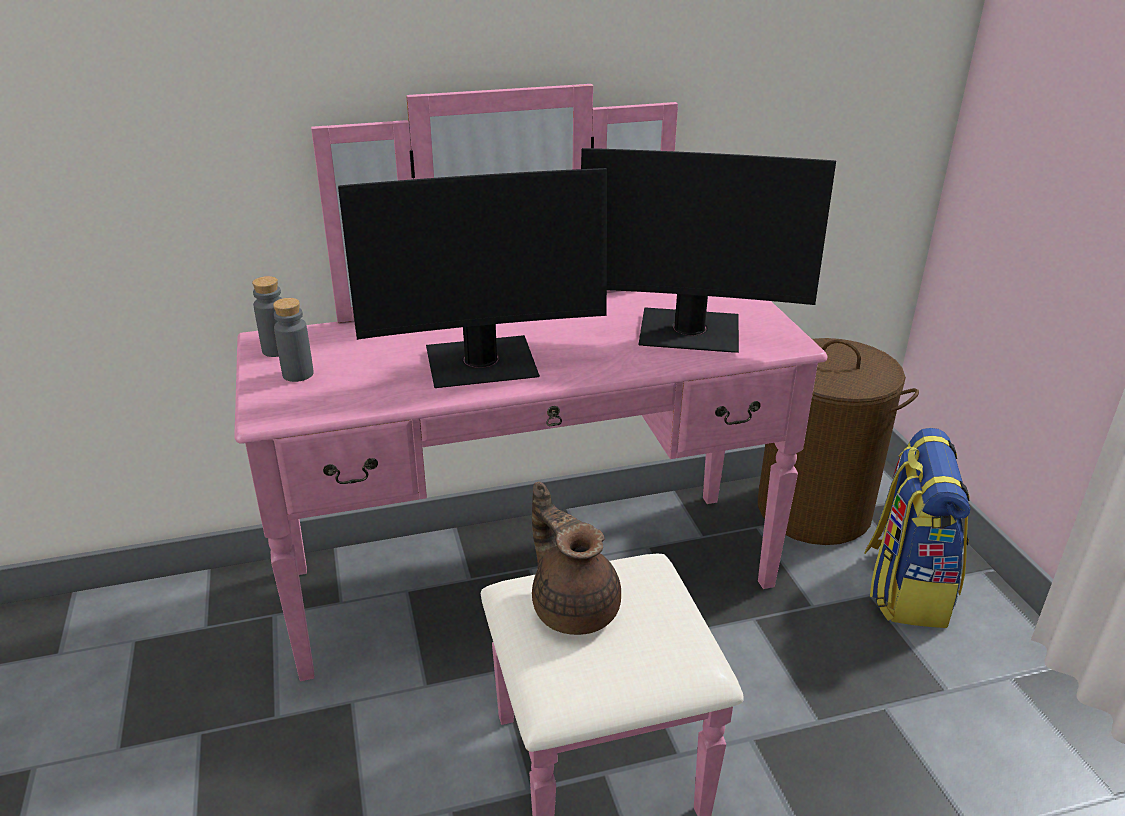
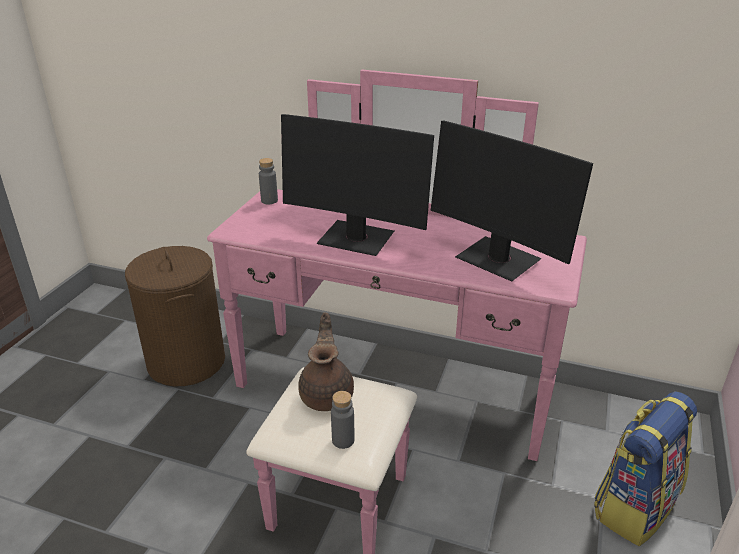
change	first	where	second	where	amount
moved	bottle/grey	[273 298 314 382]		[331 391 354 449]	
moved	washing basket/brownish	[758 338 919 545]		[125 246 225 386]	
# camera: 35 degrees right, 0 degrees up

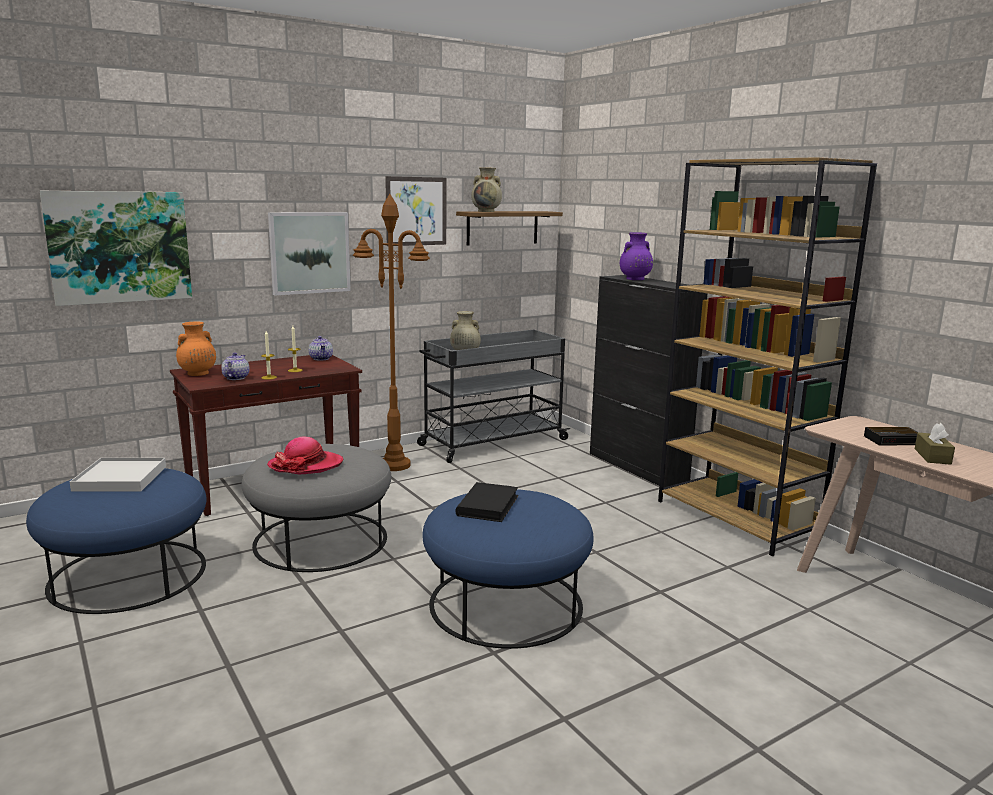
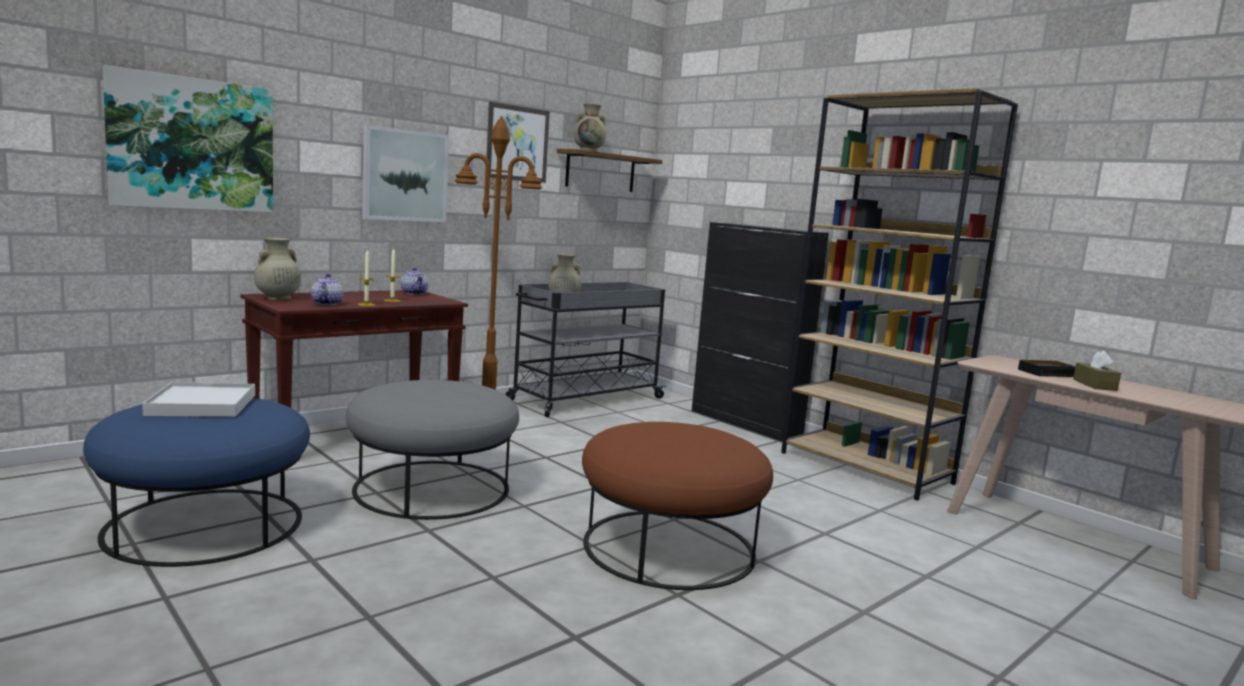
change	first	where	second	where	amount
removed	wearable hat	[267 437 343 474]			
removed	volume/black-coloured	[455 482 519 522]			
removed	decorative vase/purple-coloured	[620 232 653 280]			
recoloured	decorative vase/orangey	[176 322 216 376]	decorative vase/beige-coloured	[254 237 301 300]	
recoloured	footrest/blue-coloured	[422 489 594 649]	footrest/brownish	[582 422 773 590]	
# camera: 10 degrees left, 5 degrees down

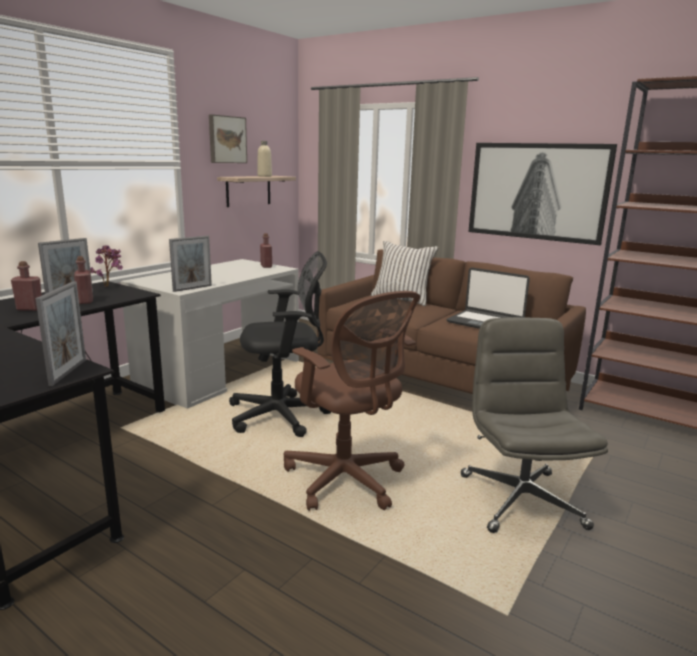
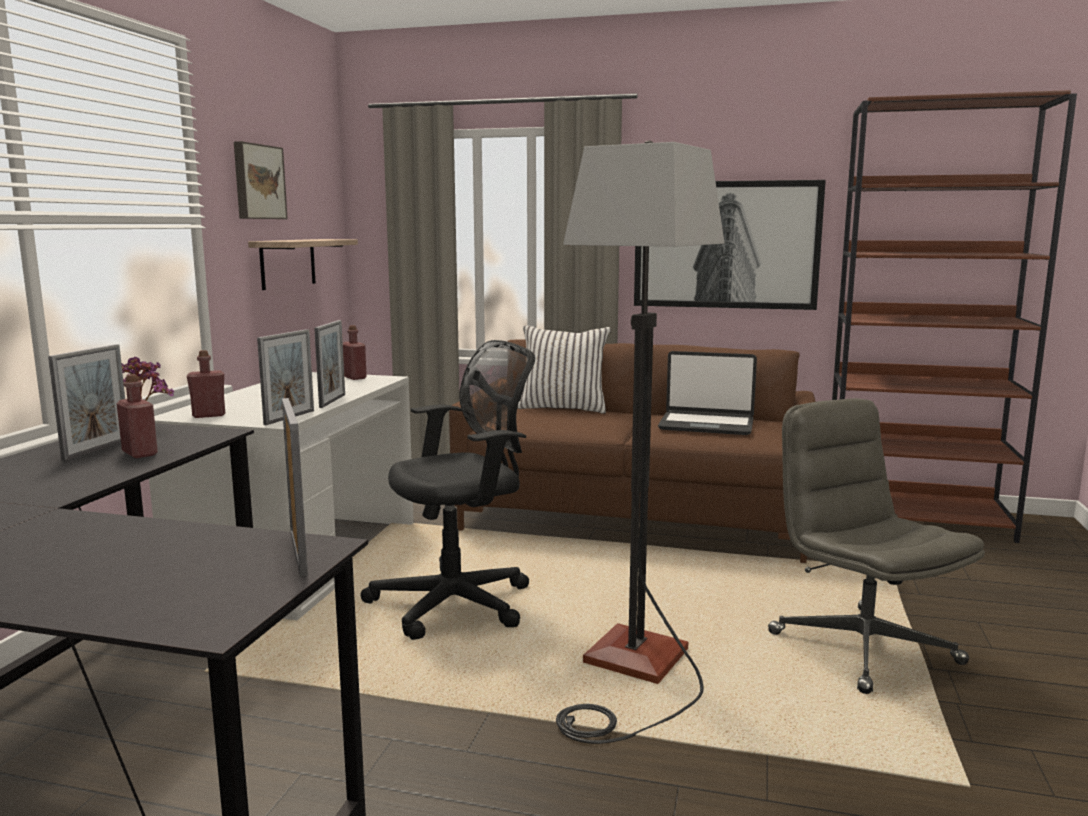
change	first	where	second	where	amount
removed	bottle/beige-coloured	[257 141 272 177]			
added			photo frame	[314 320 345 408]	
moved	bottle/red-coloured	[11 261 42 311]		[187 350 225 418]	
replaced	office chair/brownish	[283 291 420 511]	floor lamp	[556 140 724 744]	
# camera: 20 degrees left, 5 degrees down

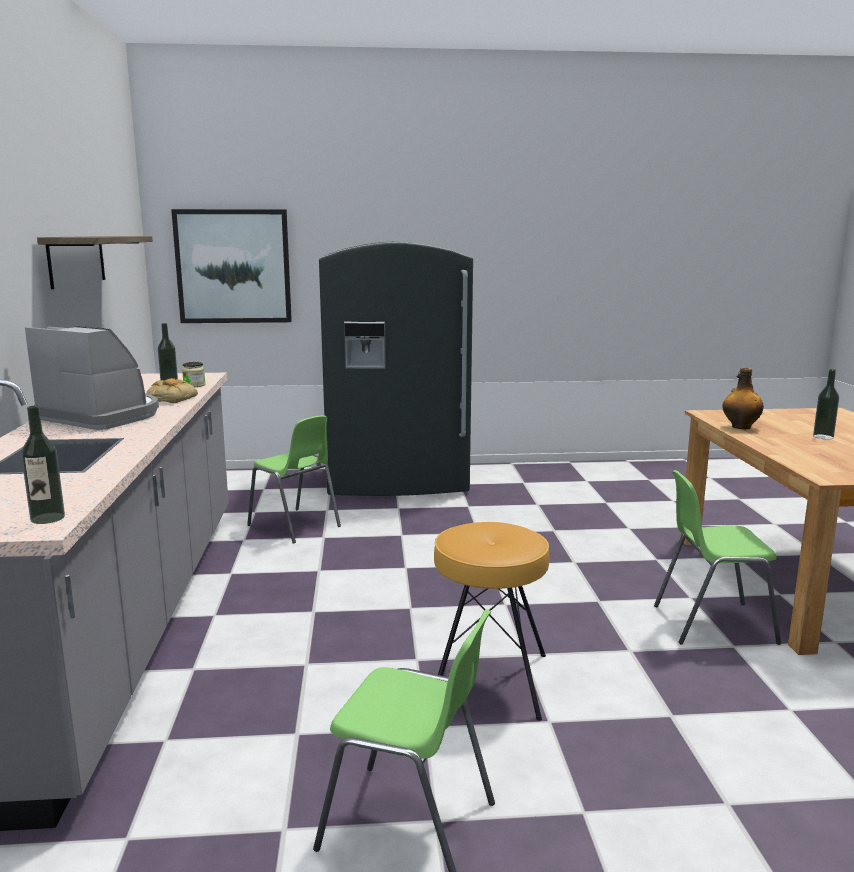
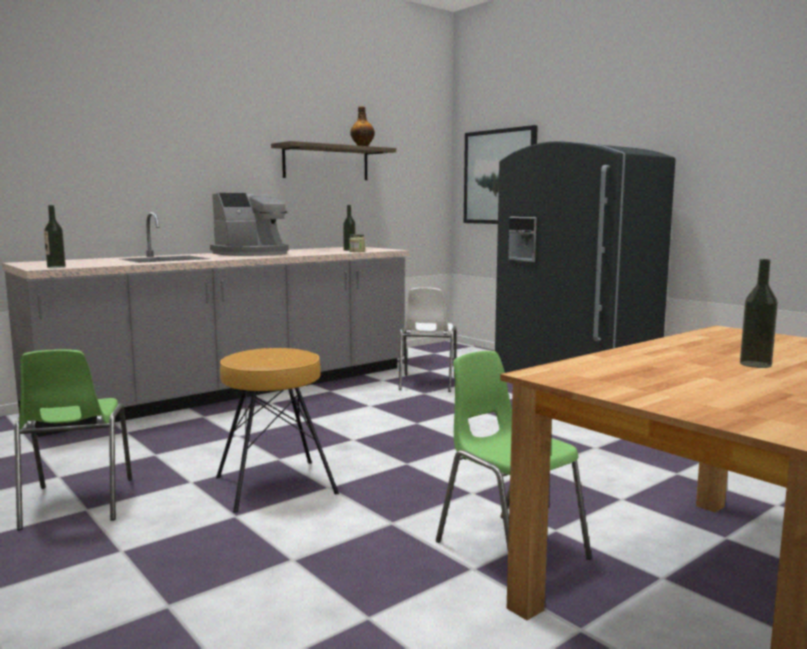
change	first	where	second	where	amount
removed	bakery bread	[146 378 198 403]			
moved	bottle	[723 367 764 429]		[350 106 375 146]	
recoloured	upright chair/green	[247 415 341 544]	upright chair/white	[399 288 456 392]	
turned	coffee brewer	[25 326 159 430]		[210 193 289 256]	60 degrees clockwise
# camera: 55 degrees right, 5 degrees down

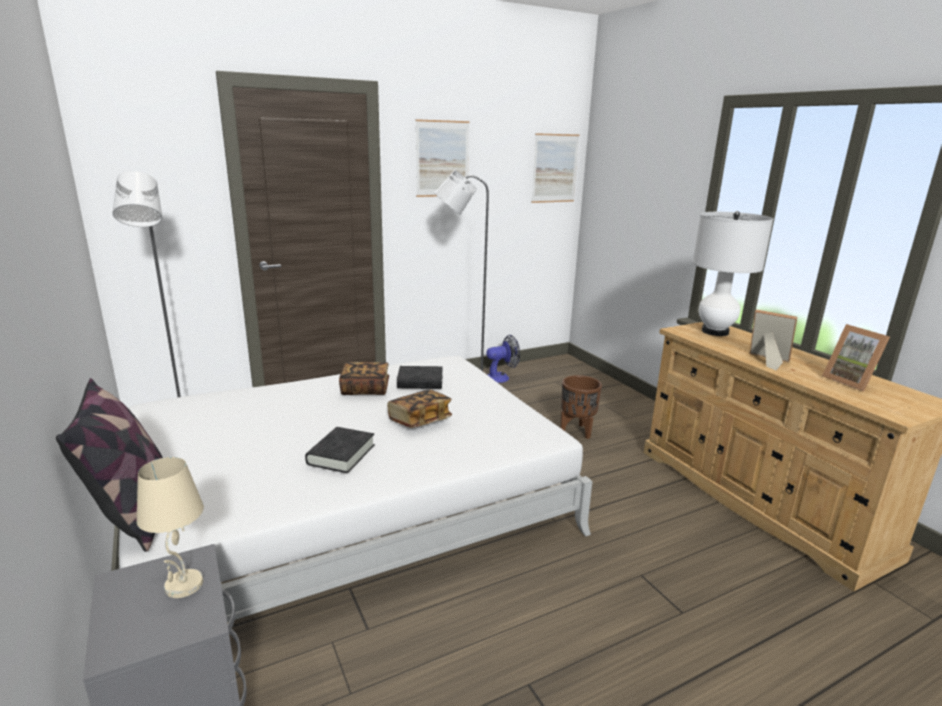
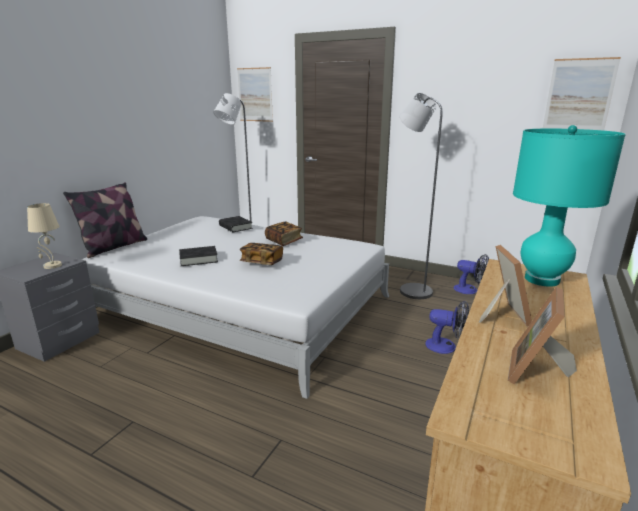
change	first	where	second	where	amount
moved	volume/black-coloured	[397 366 443 389]		[219 216 253 232]	
moved	wall art	[416 119 470 197]		[237 67 273 122]	
replaced	plant pot/brownish	[561 375 602 439]	electric fan	[425 300 469 354]	
recoloured	lamp for a table/white	[693 211 773 336]	lamp for a table/turquoise	[513 125 626 287]	
# camera: 55 degrees right, 0 degrees up

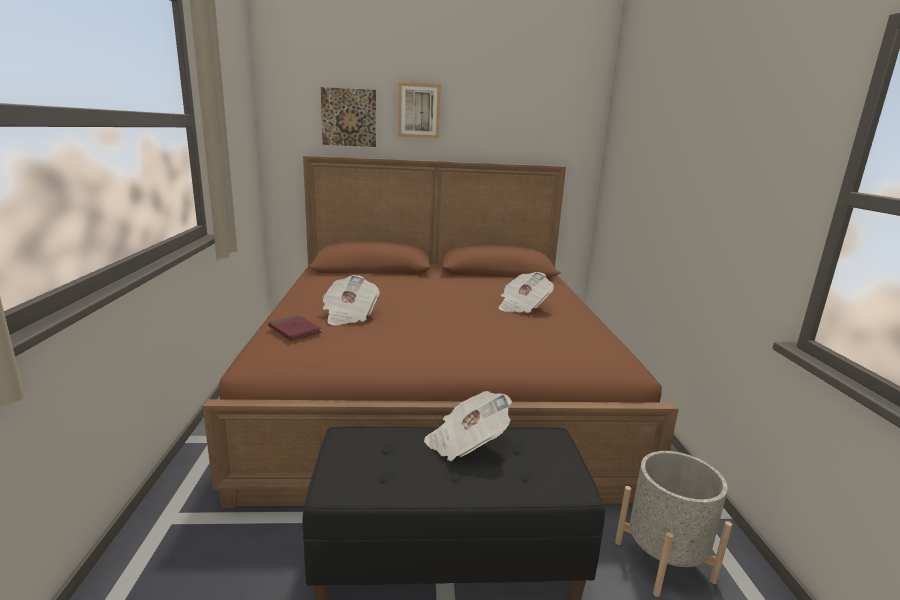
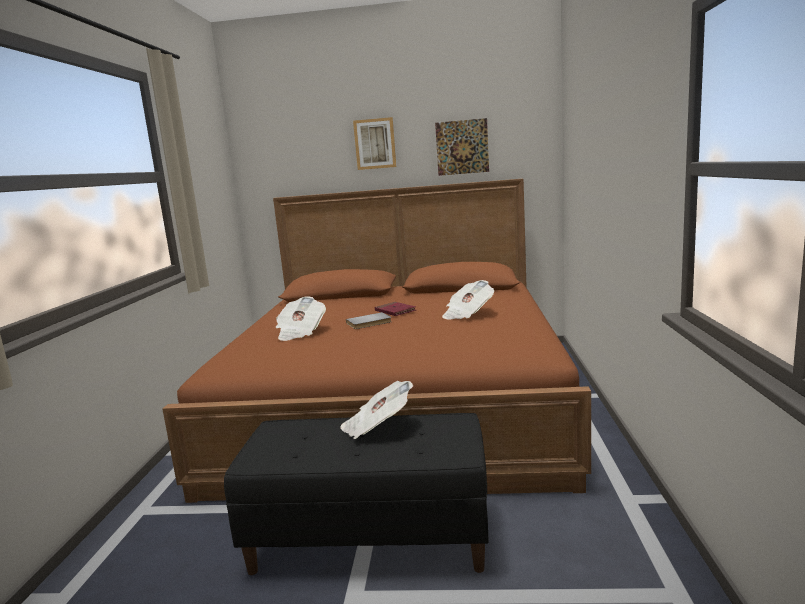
change	first	where	second	where	amount
removed	plant pot/grey	[615 451 732 597]			
added			volume/grey	[346 312 392 329]	
moved	volume/red-coloured	[268 315 322 341]		[375 302 416 316]	
moved	wall art	[321 87 376 147]		[435 118 489 176]	
# camera: 10 degrees right, 5 degrees down

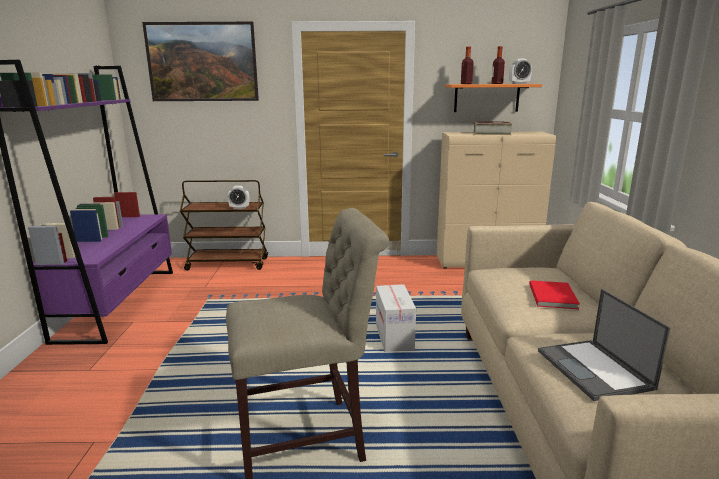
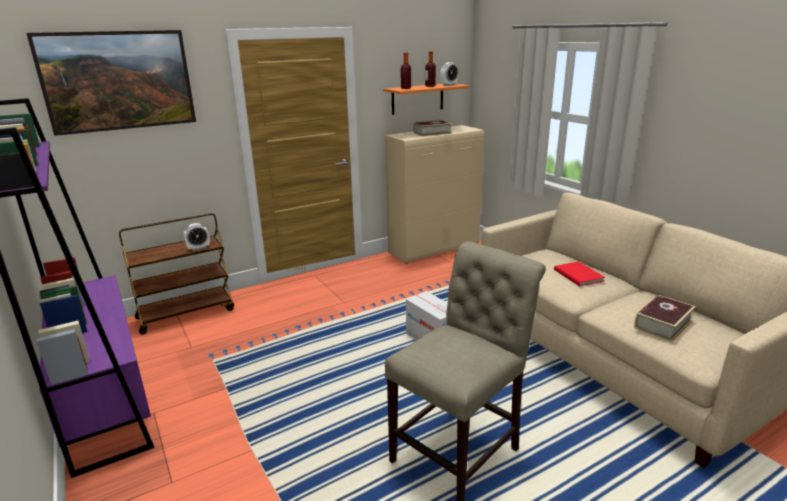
change	first	where	second	where	amount
replaced	notebook computer	[538 289 671 401]	volume	[634 295 696 342]	
# camera: 30 degrees left, 5 degrees up

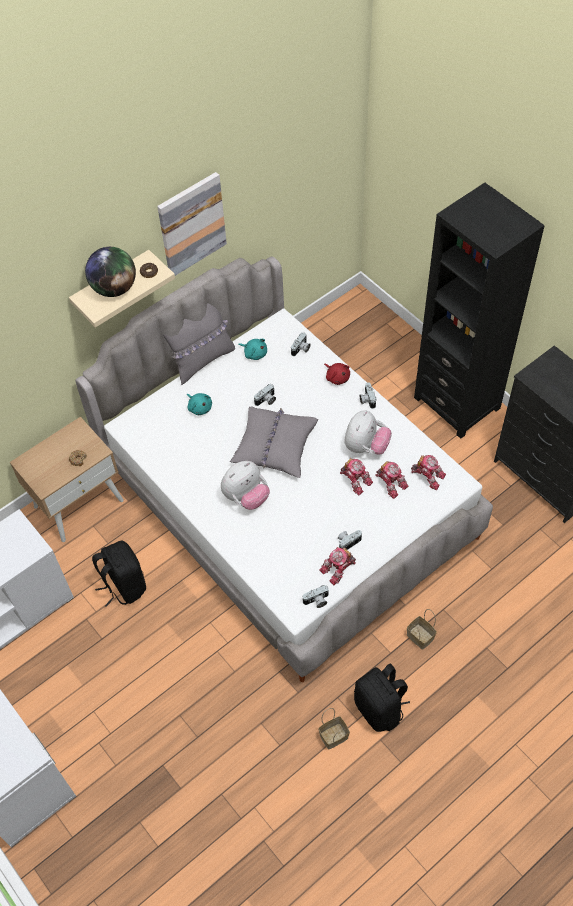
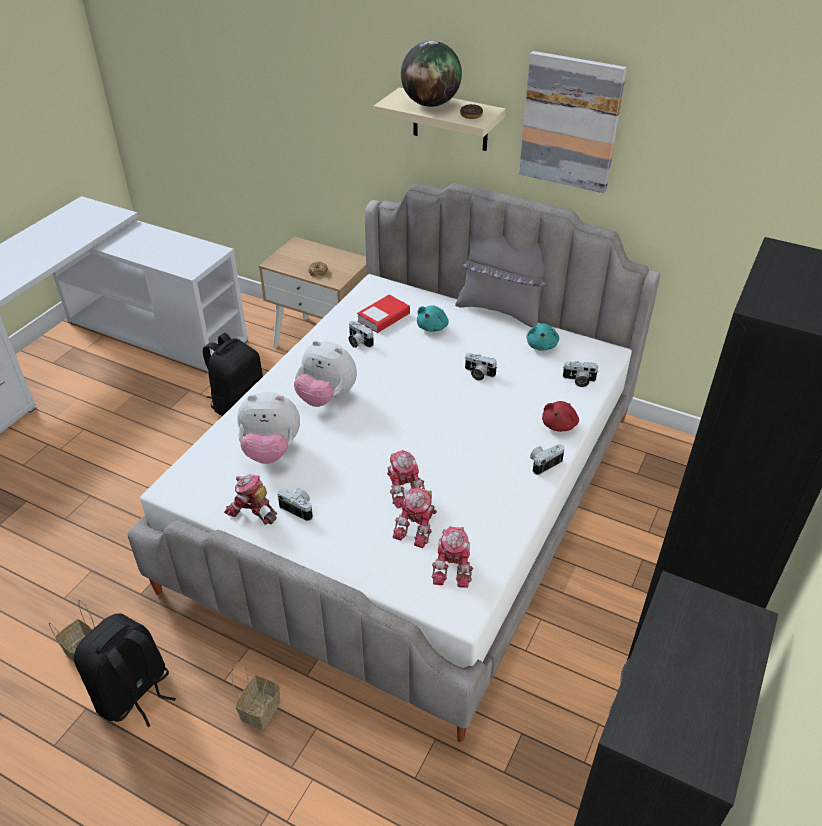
change	first	where	second	where	amount
removed	pillow/grey	[230 406 318 478]			
added			volume	[357 295 410 333]	
moved	still camera	[302 585 328 608]		[348 321 374 348]	
moved	plush toy	[345 410 392 455]		[237 392 300 464]	
turned	toy robot	[340 458 373 496]		[387 450 425 508]	45 degrees counterclockwise
# camera: 65 degrees right, 15 degrees down

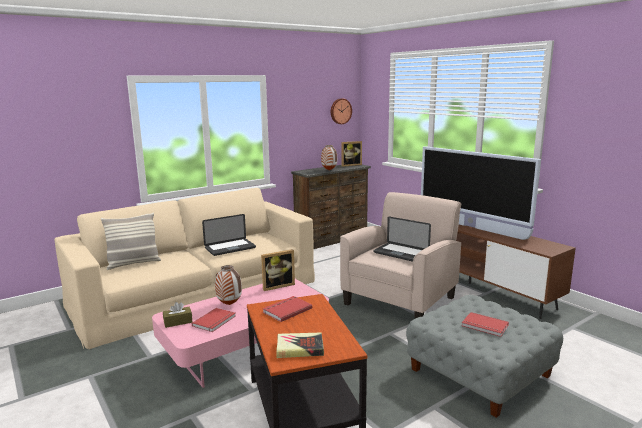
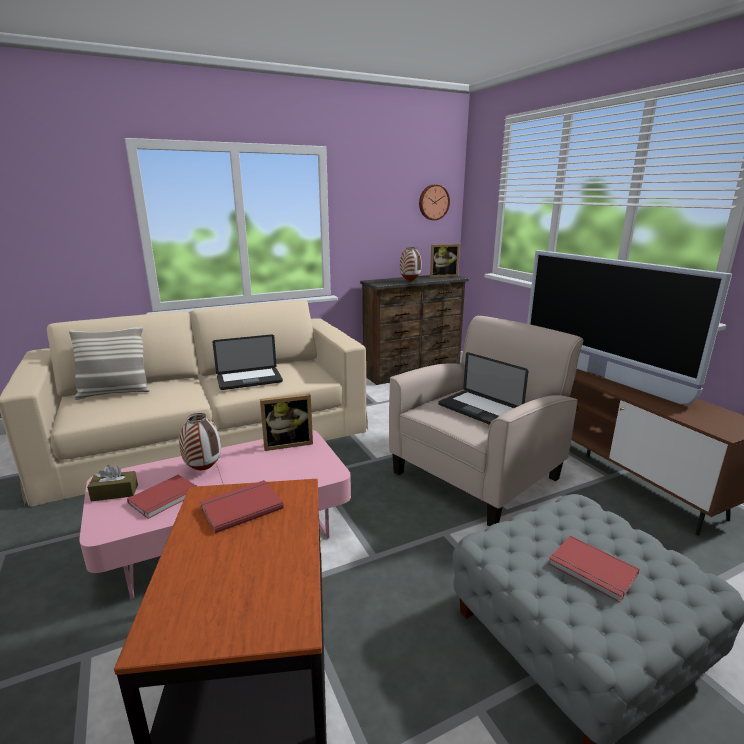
change	first	where	second	where	amount
removed	volume	[276 333 324 358]			
# camera: 10 degrees right, 5 degrees up

